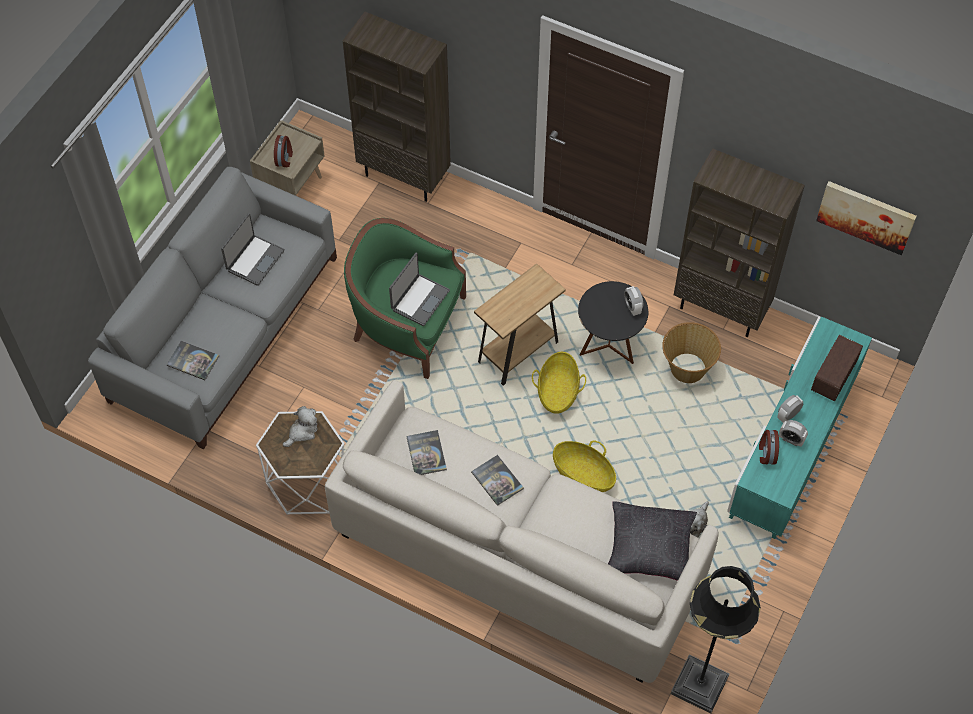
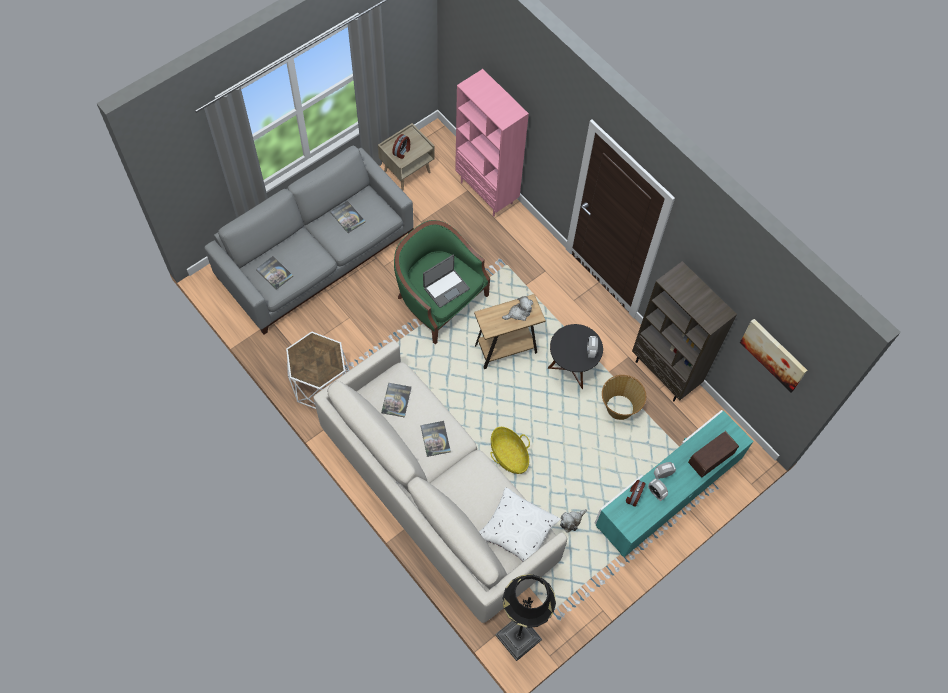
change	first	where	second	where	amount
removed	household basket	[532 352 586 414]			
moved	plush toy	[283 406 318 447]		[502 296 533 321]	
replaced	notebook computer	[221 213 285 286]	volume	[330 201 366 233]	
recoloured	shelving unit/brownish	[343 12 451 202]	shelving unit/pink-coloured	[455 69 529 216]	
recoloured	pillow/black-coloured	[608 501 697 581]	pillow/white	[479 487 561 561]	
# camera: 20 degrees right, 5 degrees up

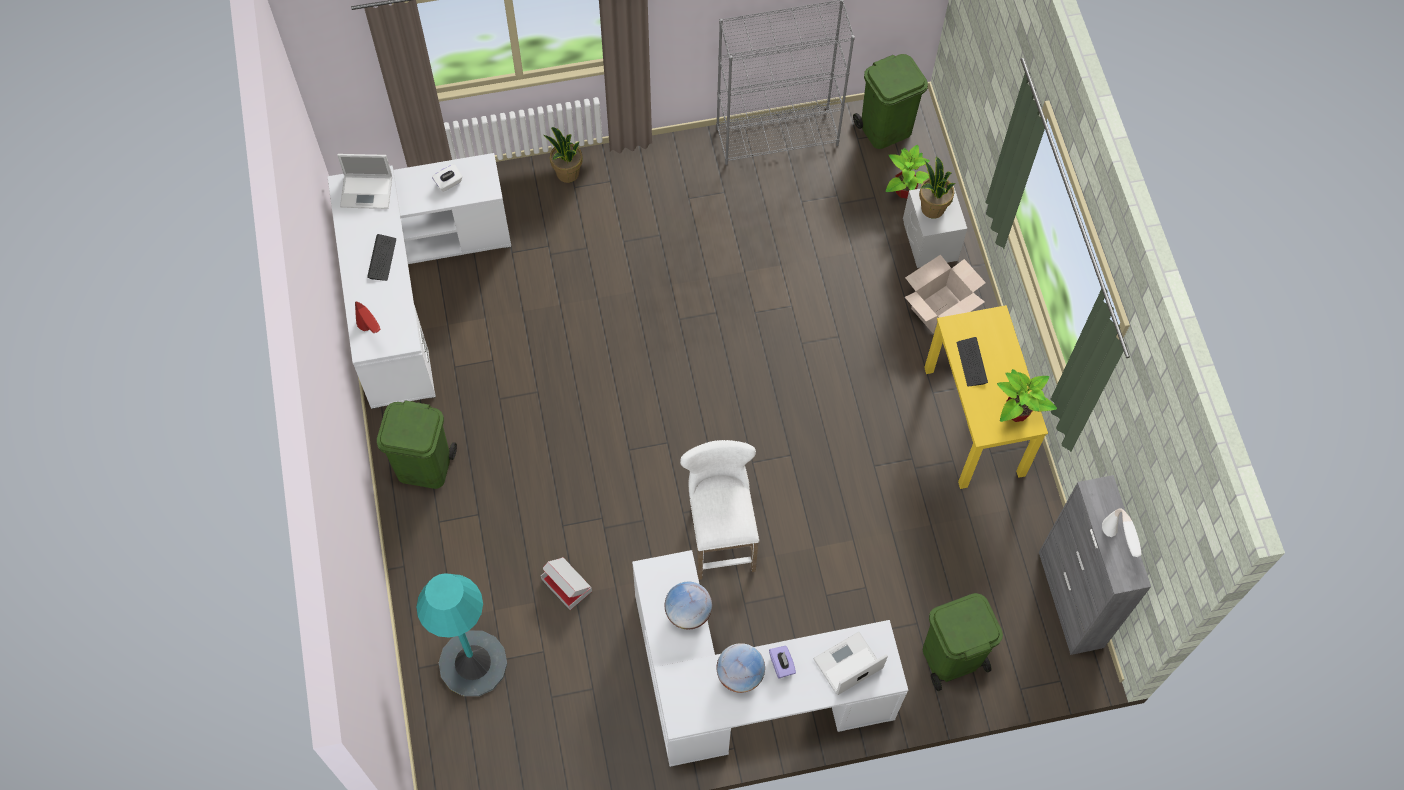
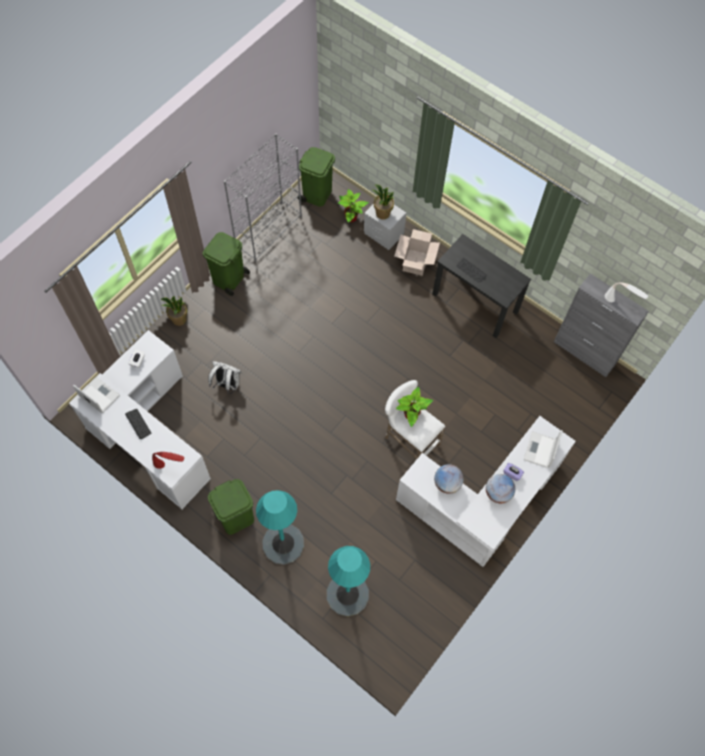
change	first	where	second	where	amount
removed	cardboard box	[541 557 592 610]			
added			rucksack/white	[208 361 242 394]	
added			floor lamp/turquoise	[256 490 304 565]	
moved	rubbish bin/green	[923 593 1003 691]		[203 232 250 296]	
moved	plant in a pot	[997 369 1057 422]		[396 387 433 427]	
recoloured	desk table/yellow	[924 305 1048 489]	desk table/black-coloured	[432 234 531 338]	
turned	notebook computer	[337 154 392 209]		[73 378 120 413]	105 degrees counterclockwise
# camera: 40 degrees left, 0 degrees up

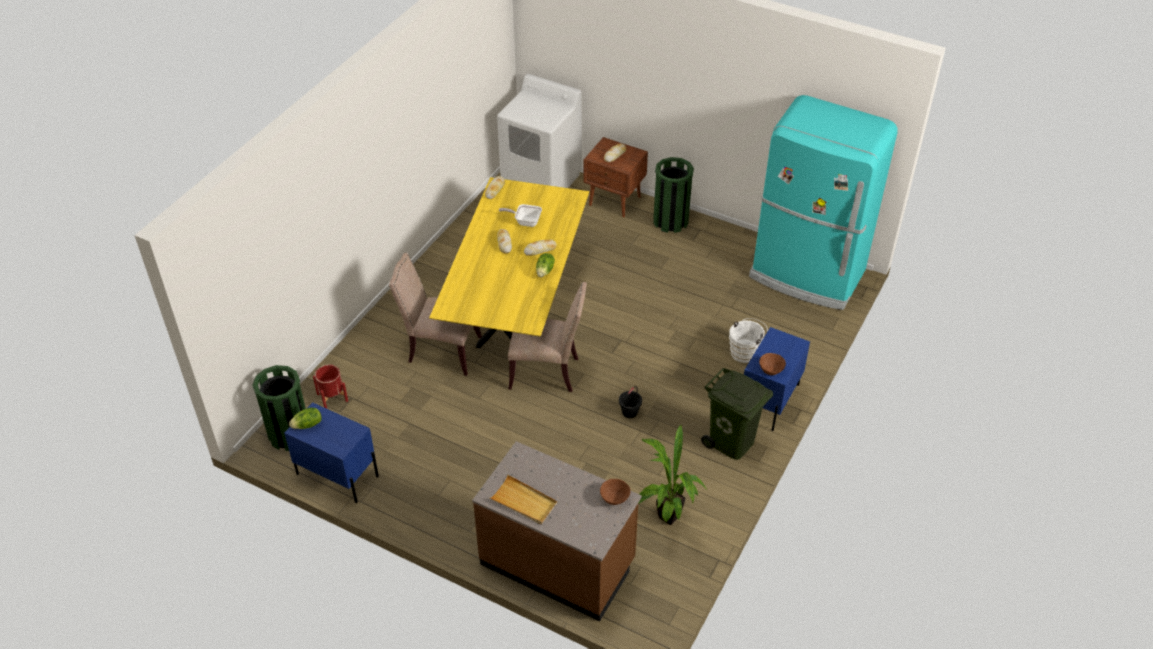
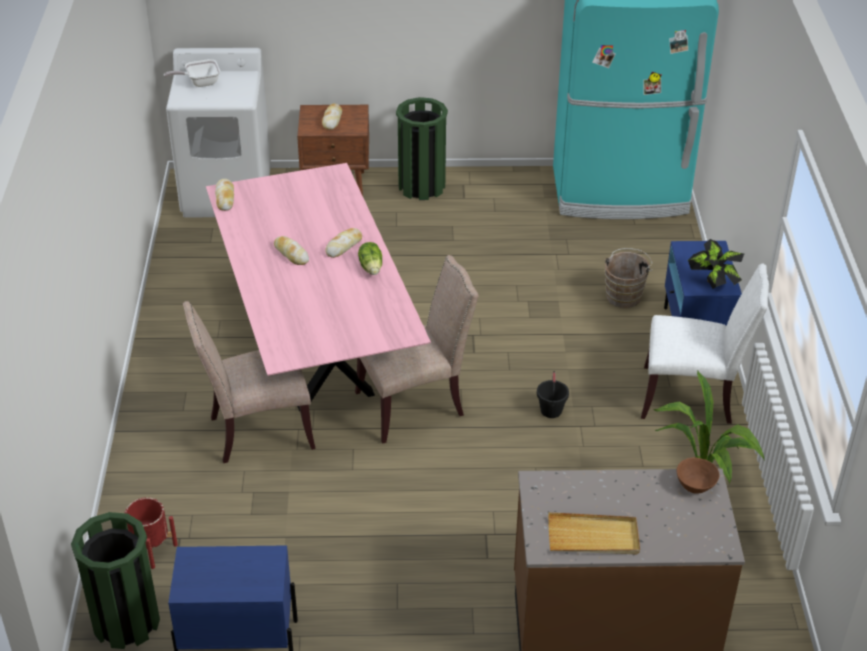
change	first	where	second	where	amount
removed	head of lettuce	[289 408 322 429]			
moved	pan	[499 204 542 227]		[164 59 220 87]	
replaced	rubbish bin/green	[701 368 773 460]	upright chair/white	[641 263 769 424]	
replaced	serving bowl/brownish	[759 353 786 375]	plant in a pot	[688 239 744 289]	
recoloured	dinner table/yellow	[429 177 590 348]	dinner table/pink-coloured	[206 163 431 411]	
recoloured	water bucket/white	[729 318 768 363]	water bucket/brownish	[605 248 653 308]	
# camera: 30 degrees left, 5 degrees down

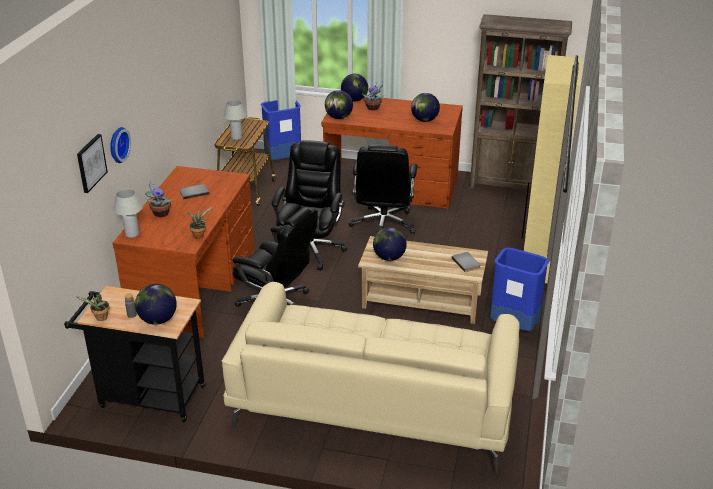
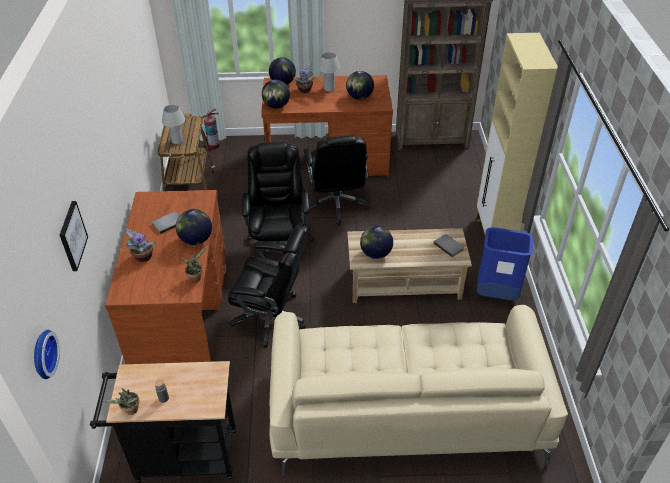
change	first	where	second	where	amount
moved	wall clock	[110 127 131 163]		[34 330 60 379]	
moved	lamp for a table/white	[113 189 143 238]		[318 52 340 91]	
moved	desk globe	[135 284 177 325]		[176 209 212 245]	
replaced	rubbish bin/blue-coloured	[261 100 301 160]	fire-fighting cylinder	[201 109 219 149]	
# camera: 15 degrees left, 10 degrees up

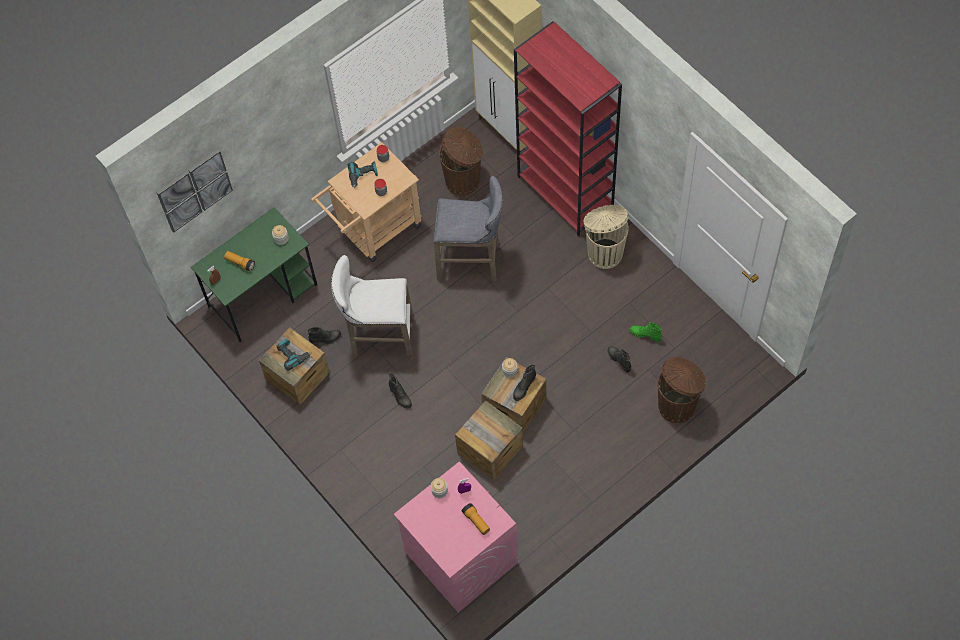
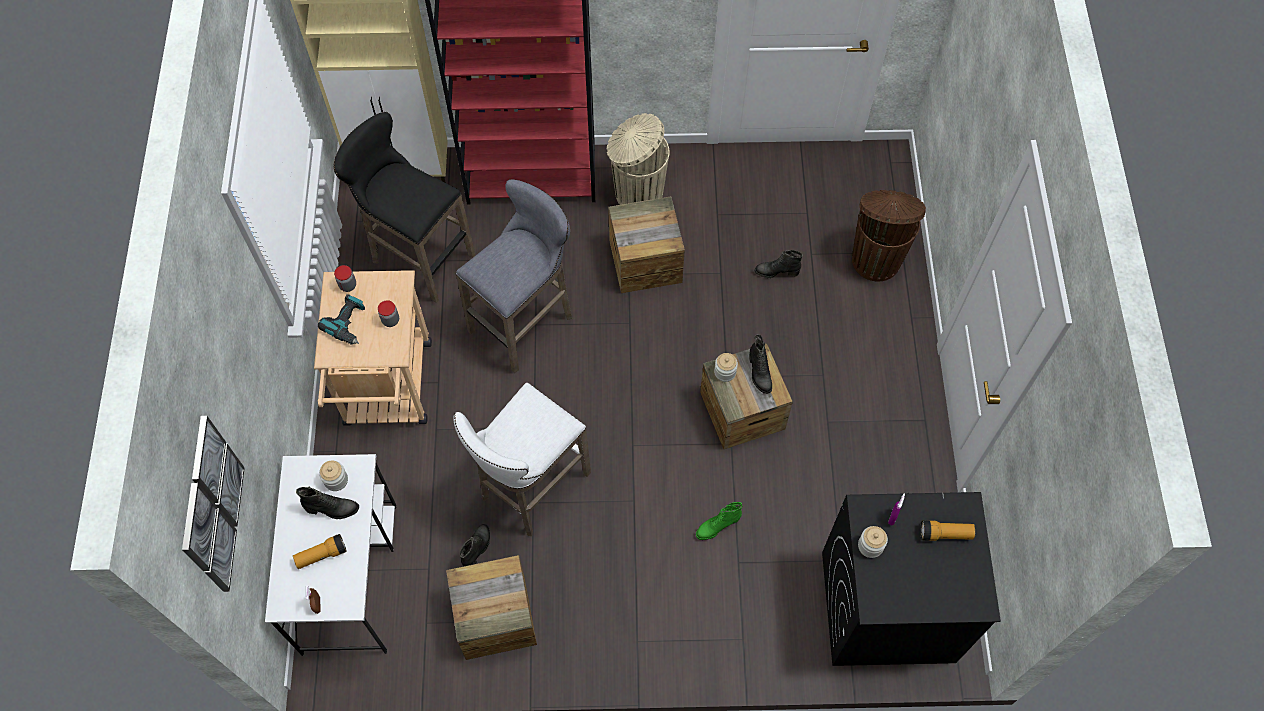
change	first	where	second	where	amount
removed	electric drill	[277 339 312 371]			
moved	tall boot/black-coloured	[389 373 412 409]		[296 486 359 519]	
moved	crate	[455 400 523 480]		[608 196 685 293]	
moved	tall boot/green	[630 322 662 342]		[696 502 743 540]	
replaced	rubbish bin/brownish	[439 127 483 196]	stool/black-coloured	[334 112 475 303]	
recoloured	desk table/green	[191 207 317 343]	desk table/white	[265 454 396 656]	
recoloured	laundry machine/pink-coloured	[394 461 518 612]	laundry machine/black-coloured	[822 492 1001 666]	
# camera: 55 degrees left, 0 degrees up

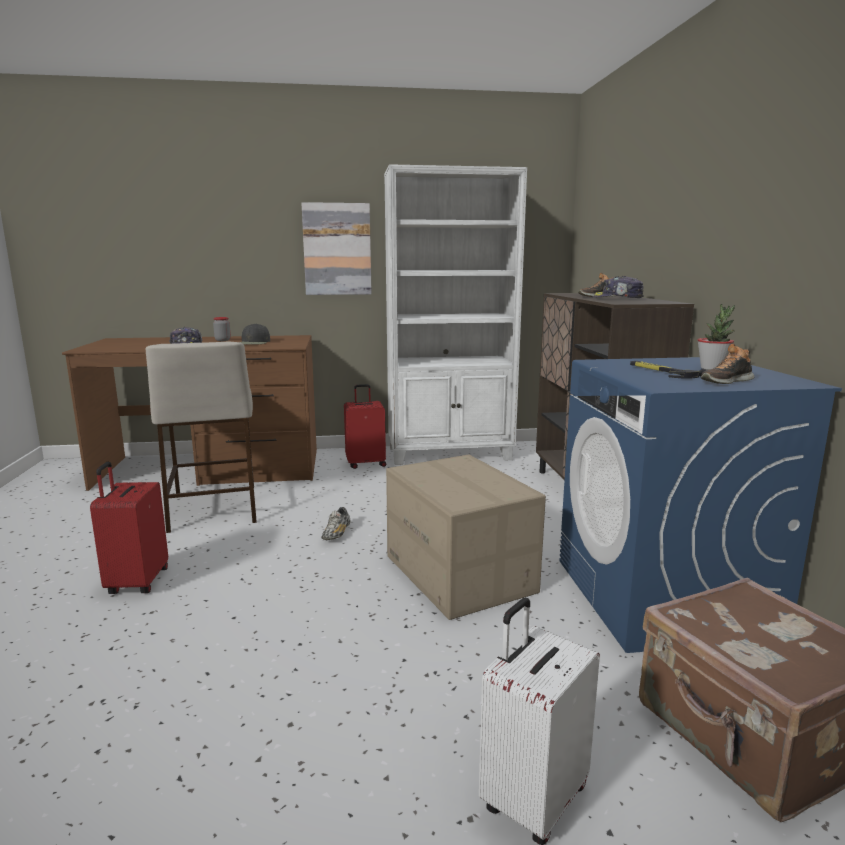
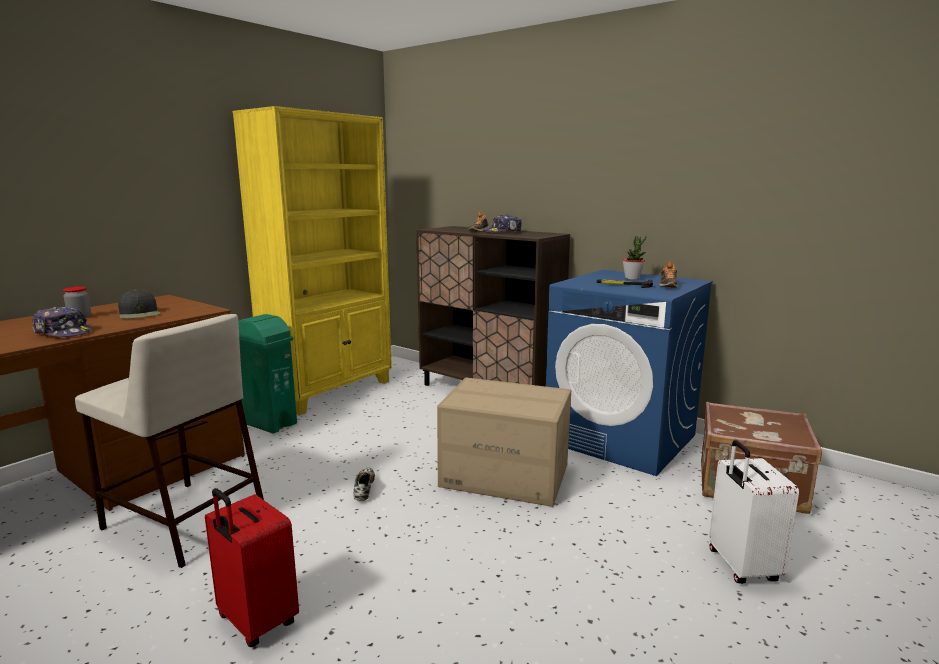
change	first	where	second	where	amount
removed	wall art	[302 202 372 295]			
replaced	travel case/red-coloured	[344 384 386 469]	rubbish bin/green	[238 314 297 434]	
recoloured	shelving unit/white	[384 164 527 465]	shelving unit/yellow	[233 106 392 416]	
turned	item of footwear	[321 507 351 540]		[353 468 375 501]	150 degrees counterclockwise
# camera: 45 degrees left, 0 degrees up

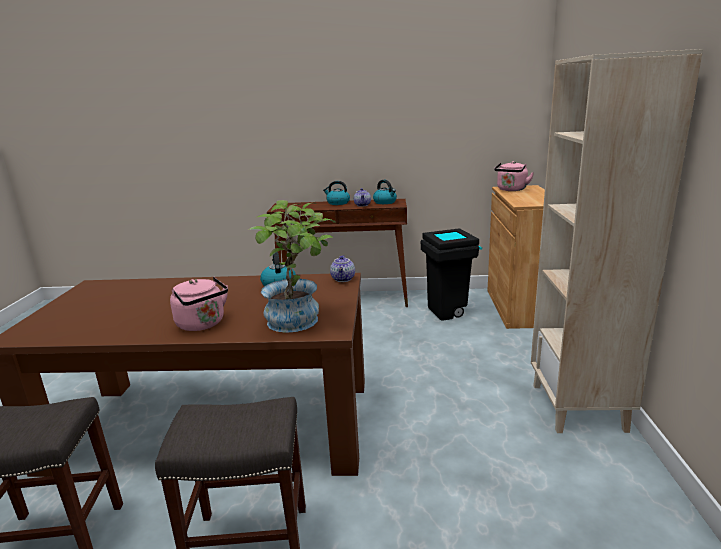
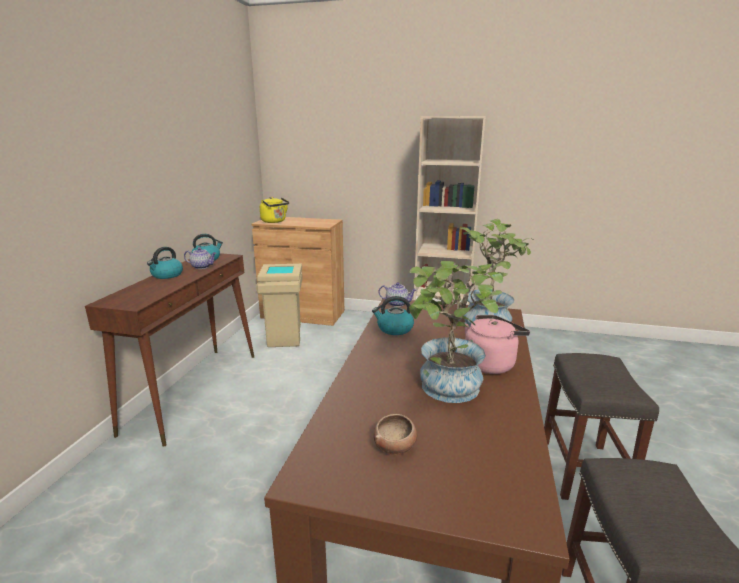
change	first	where	second	where	amount
added			serving bowl	[374 414 417 455]	
added			plant in a pot	[409 261 507 403]	
recoloured	rubbish bin/black-coloured	[421 228 482 321]	rubbish bin/beige-coloured	[256 264 303 347]	
recoloured	tea kettle/pink-coloured	[494 161 534 191]	tea kettle/yellow	[260 197 289 223]	
# camera: 80 degrees left, 0 degrees up

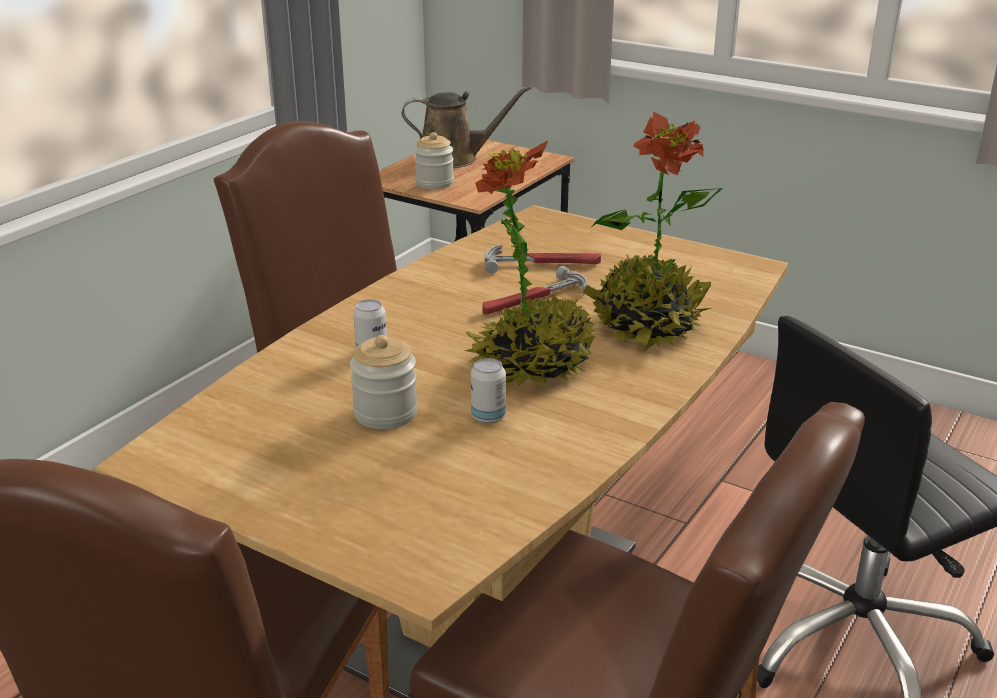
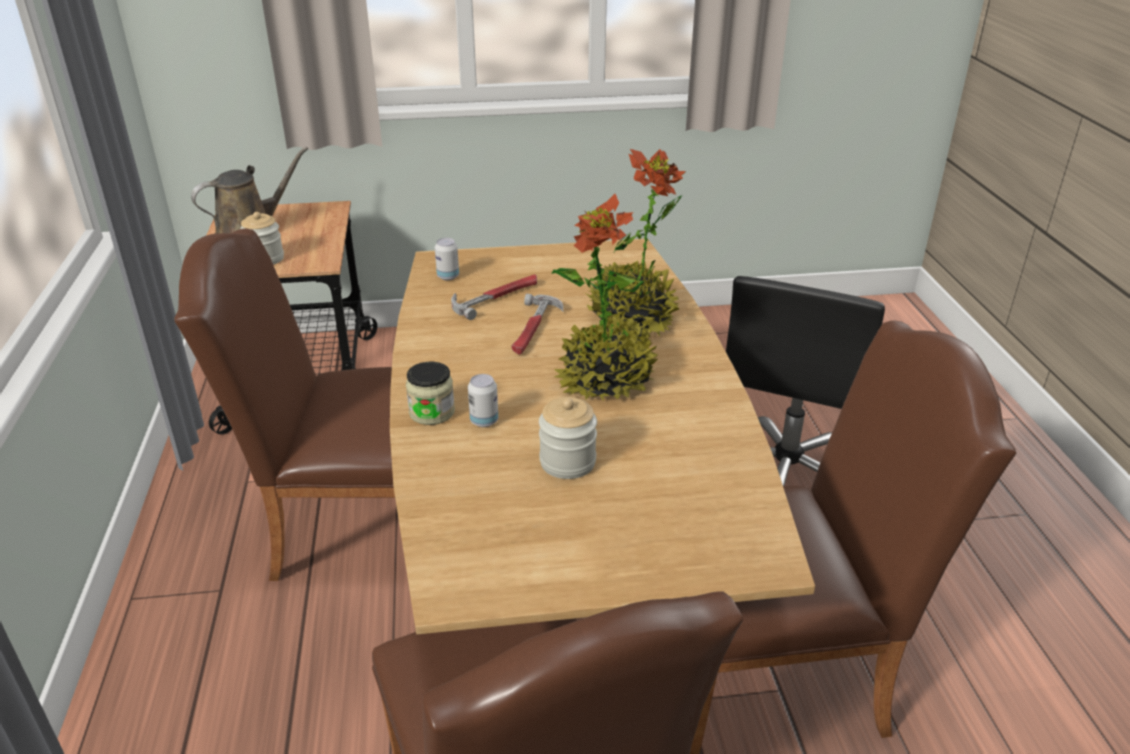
change	first	where	second	where	amount
added			preserve jar	[406 362 455 425]	
moved	sealed can	[471 358 506 424]		[435 238 459 281]	
# camera: 40 degrees left, 5 degrees up

